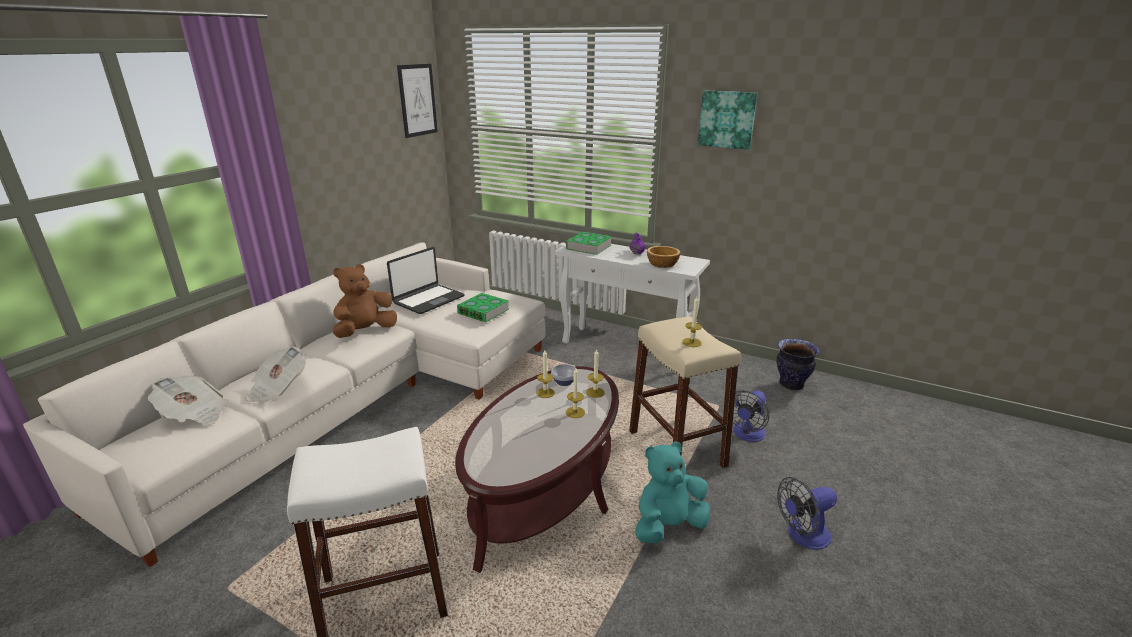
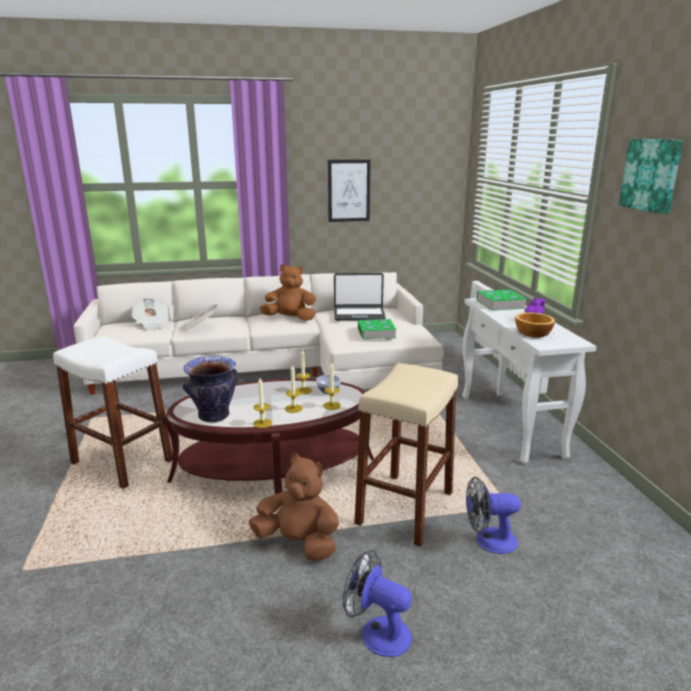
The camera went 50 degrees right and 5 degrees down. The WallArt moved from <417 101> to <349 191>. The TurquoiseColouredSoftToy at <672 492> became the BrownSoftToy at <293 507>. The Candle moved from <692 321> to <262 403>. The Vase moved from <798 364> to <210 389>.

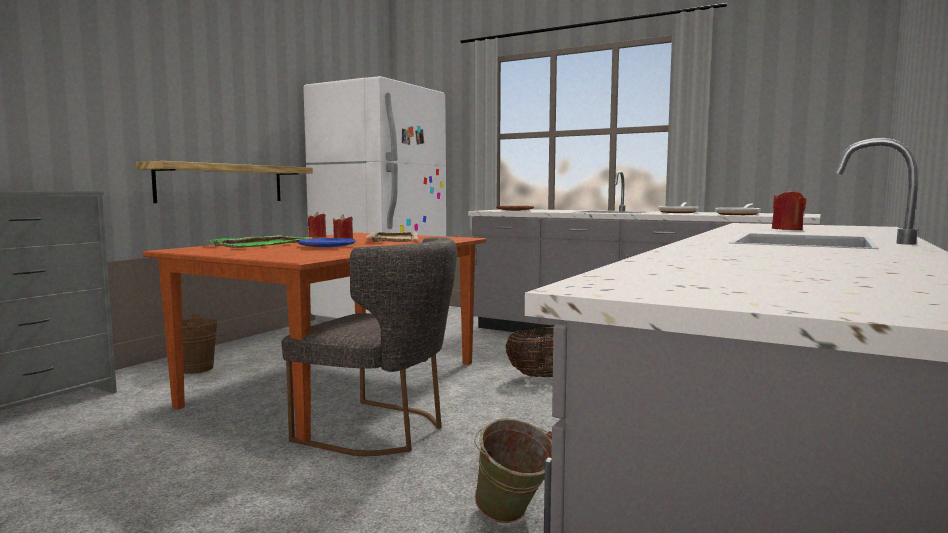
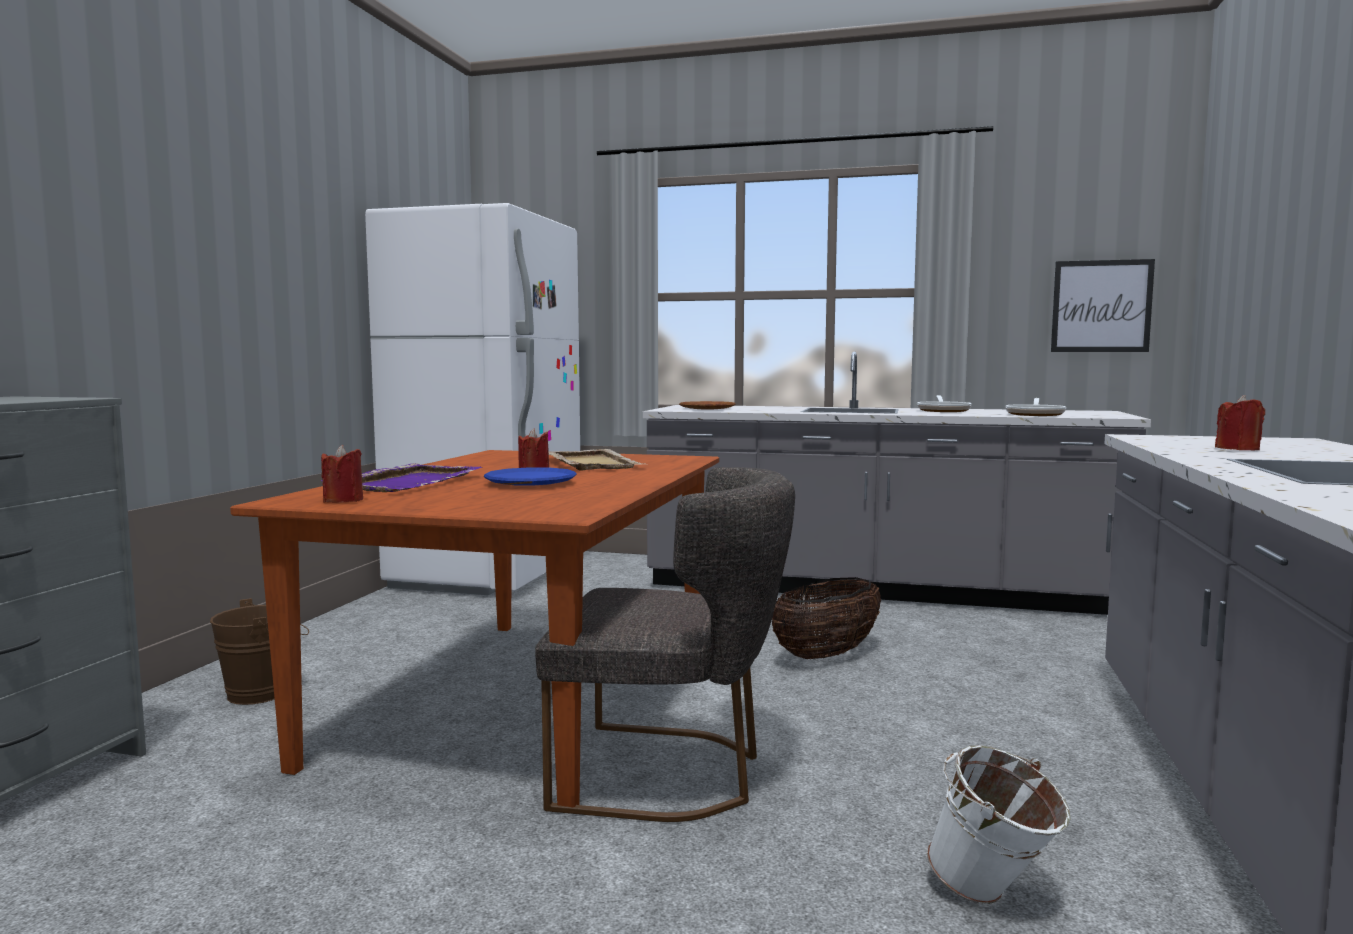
The camera went 15 degrees left and 0 degrees up. The WallShelf at <224 182> disappeared. The GreenServingTray at <259 241> became the PurplishServingTray at <401 477>. The ReddishCandle moved from <317 224> to <342 474>. The GreenBucket at <513 470> became the WhiteColouredBucket at <998 824>. The WallArt at <1103 305> appeared.

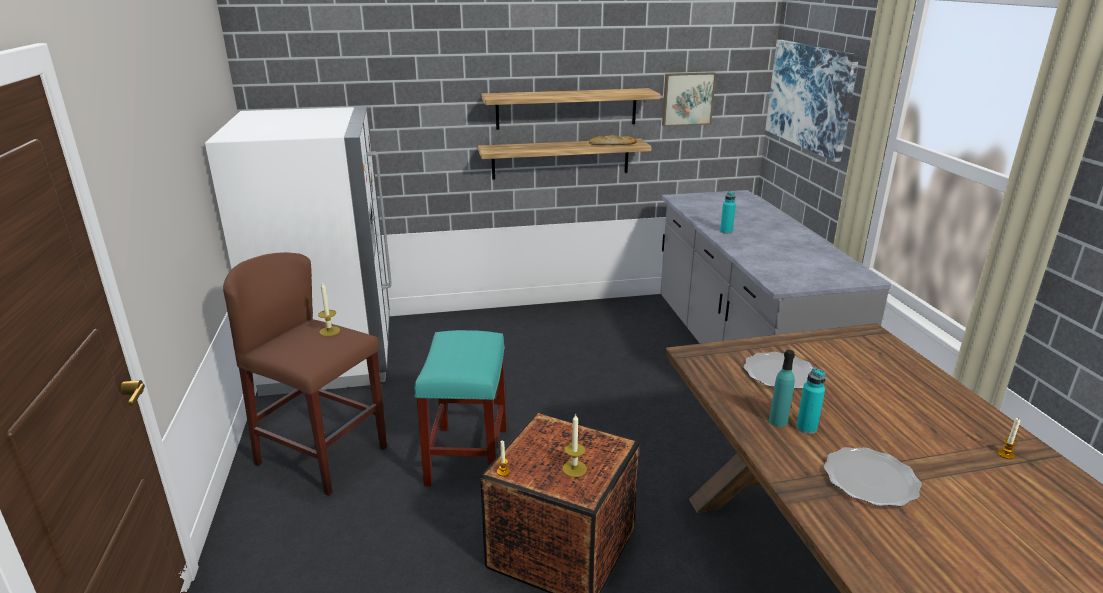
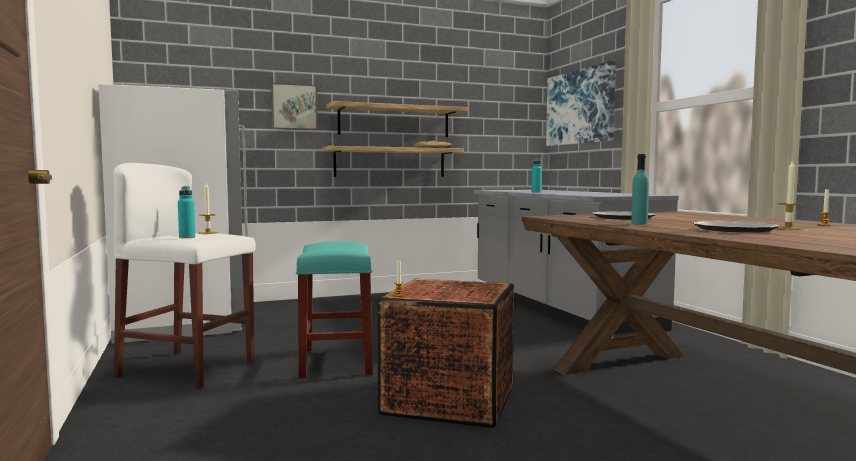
The camera went 10 degrees left and 20 degrees down. The BrownStoolSeat at <305 374> became the WhiteColouredStoolSeat at <185 276>. The Candle moved from <574 445> to <790 195>. The WallArt moved from <689 99> to <294 106>. The TurquoiseColouredDrinkBottle moved from <811 401> to <186 212>.

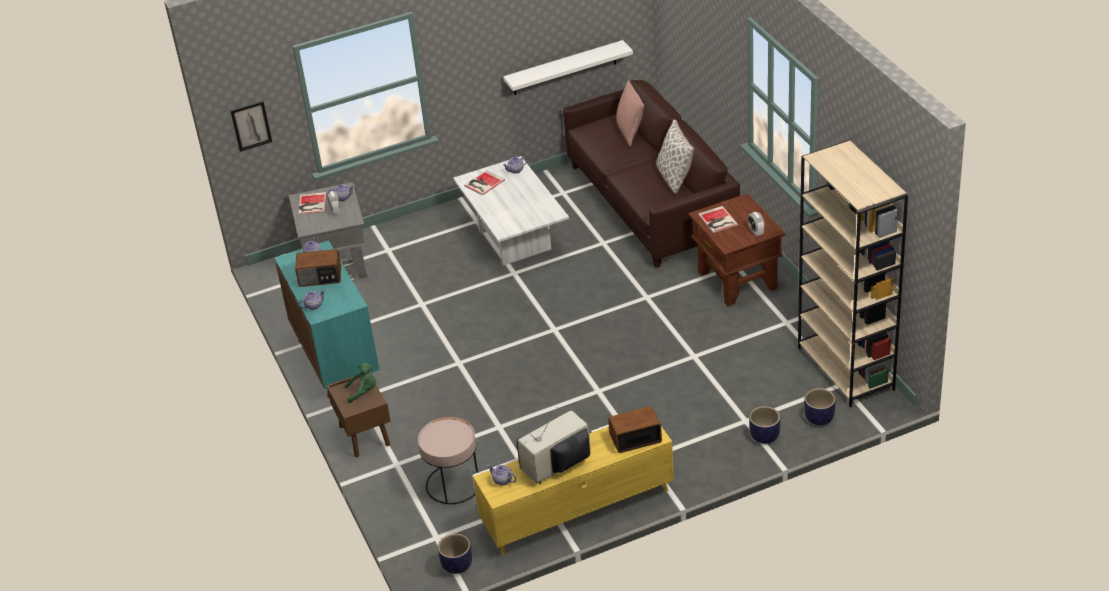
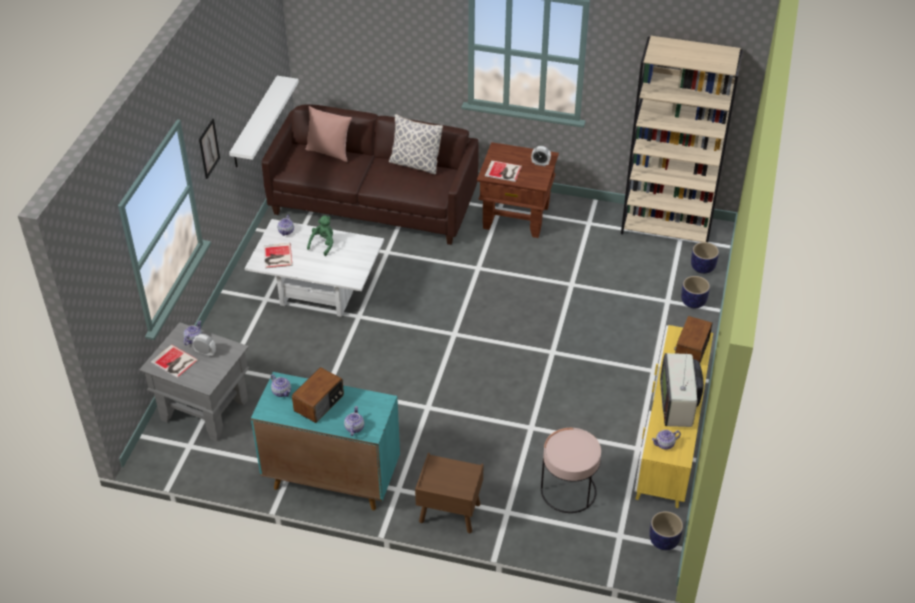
The camera went 55 degrees left and 5 degrees up. The WallArt moved from <251 126> to <209 149>. The GreenSoftToy moved from <360 383> to <320 236>.

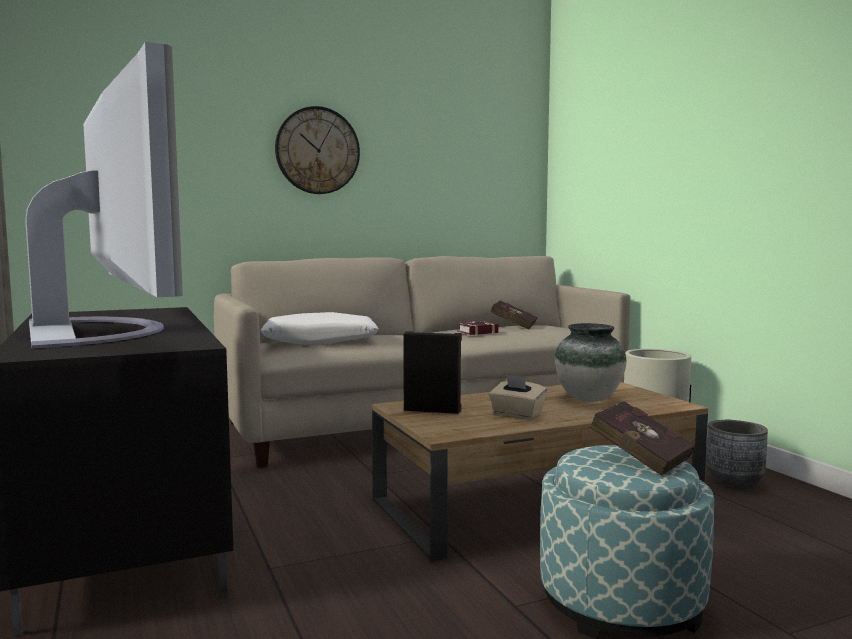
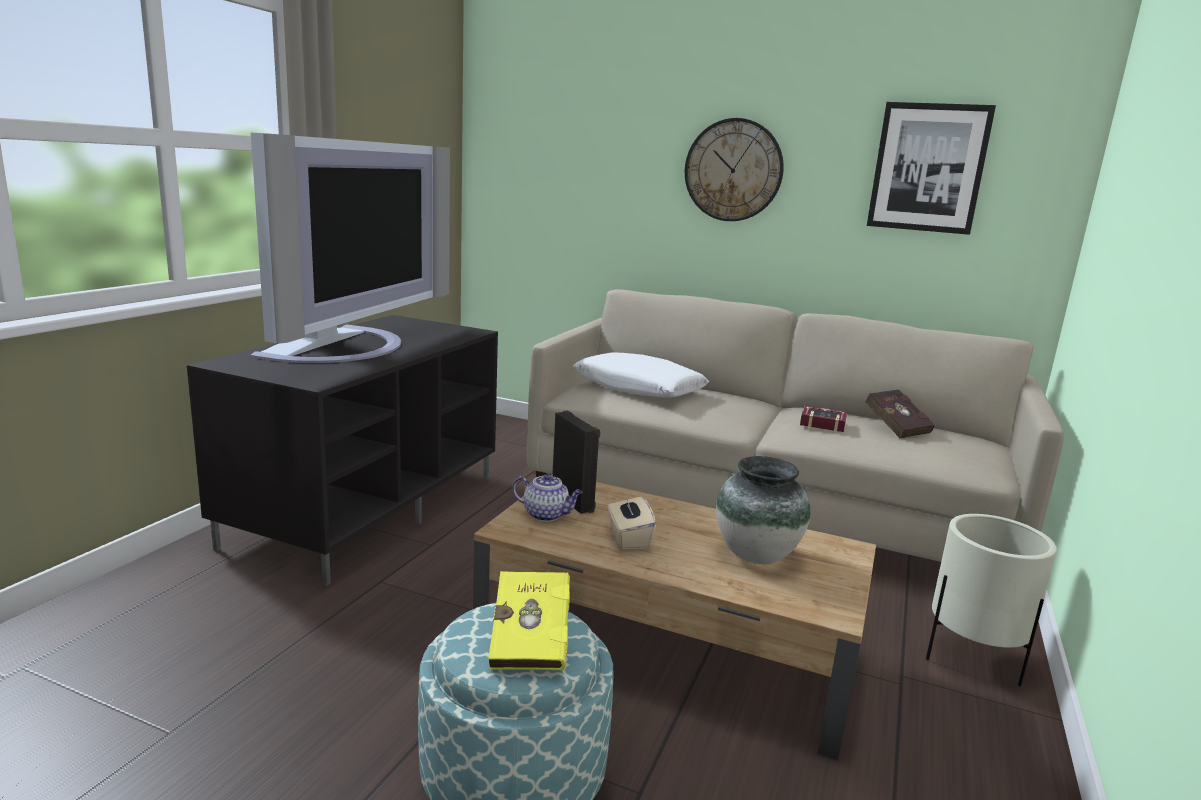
The camera went 45 degrees right and 10 degrees up. The ReddishBoundBook at <642 438> became the YellowishBoundBook at <529 619>. The GrayFlowerPot at <737 454> disappeared. The TeaPot at <547 498> appeared. The WallArt at <931 168> appeared.

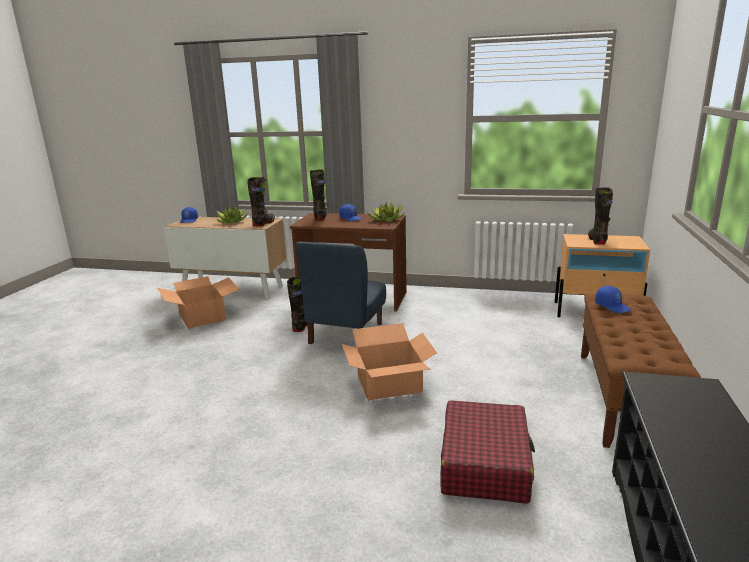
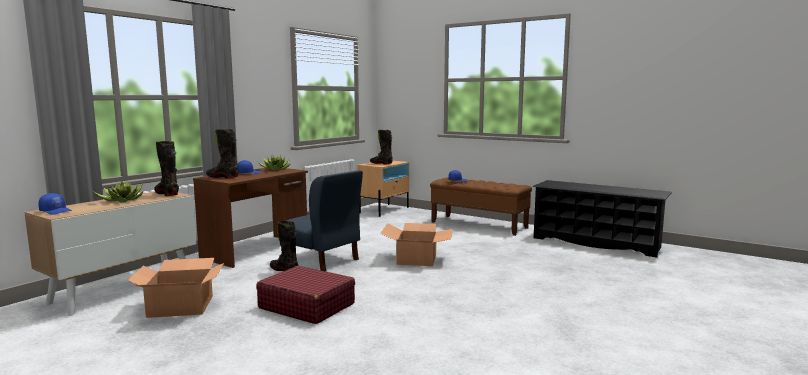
The camera went 70 degrees left and 10 degrees down. The ReddishPieceOfLuggage moved from <488 452> to <305 295>.

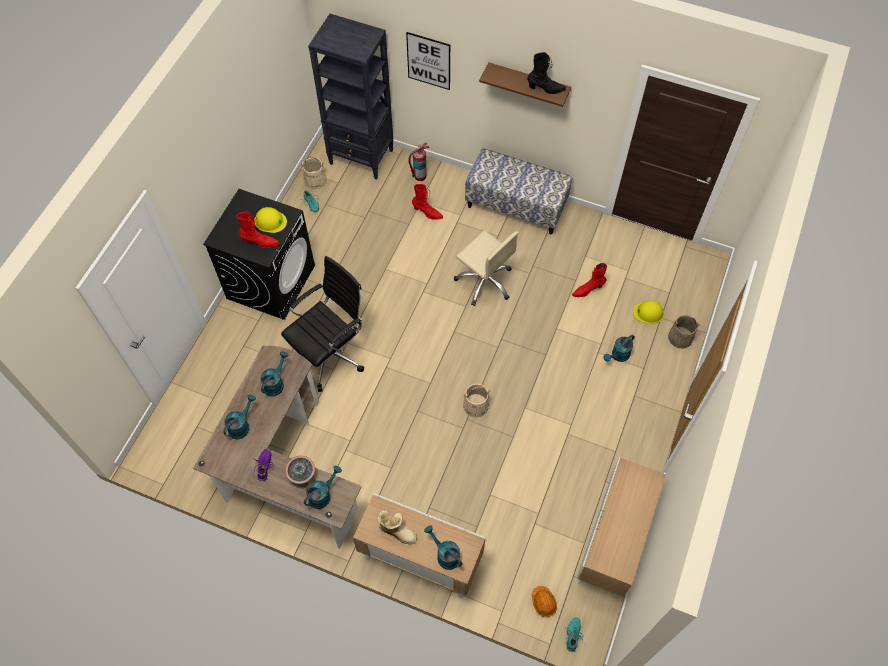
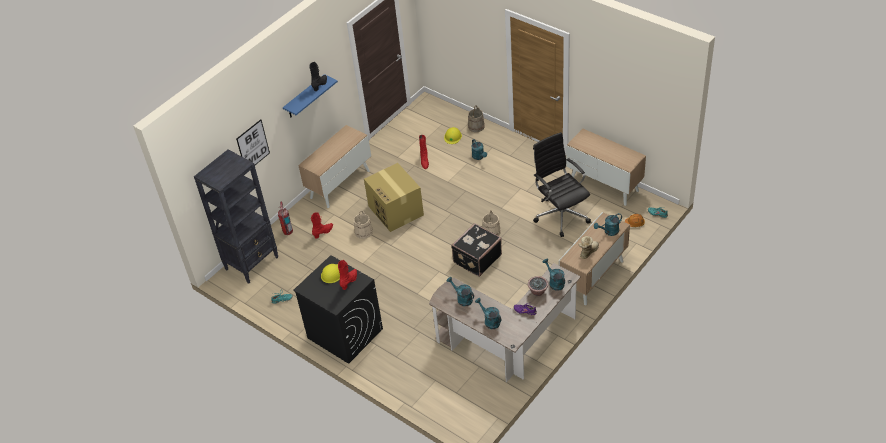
The camera went 70 degrees left and 15 degrees down. The BlackishOfficeChair moved from <322 324> to <562 184>. The SandColouredBucket moved from <313 172> to <363 224>. The SandColouredOfficeChair at <486 268> was replaced by the CardboardBox at <394 197>. The IndoorBench at <518 191> was replaced by the Cupboard at <334 166>. The BrownWallShelf at <525 84> became the BlueWallShelf at <310 96>. The BlackishPieceOfLuggage at <476 250> appeared.

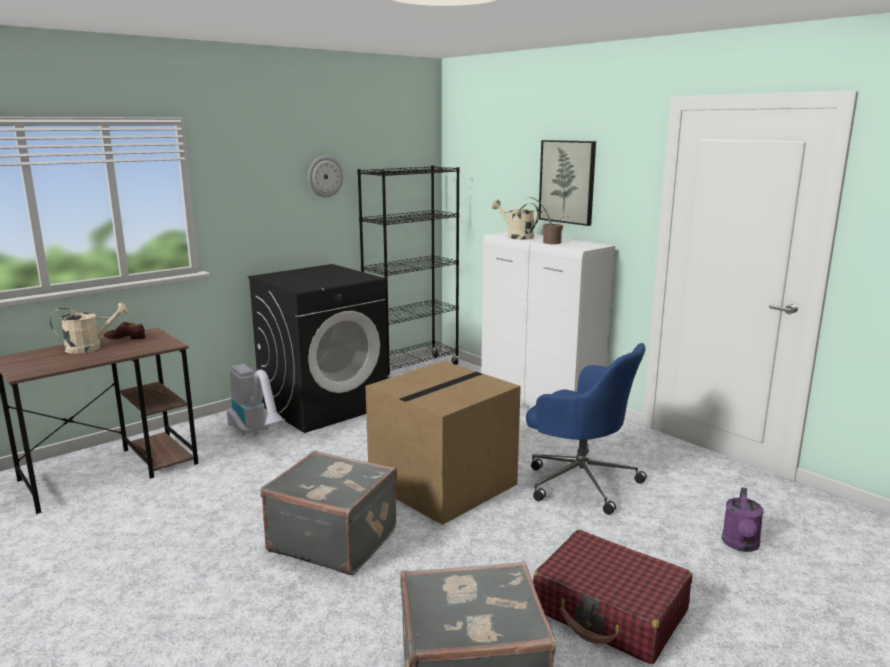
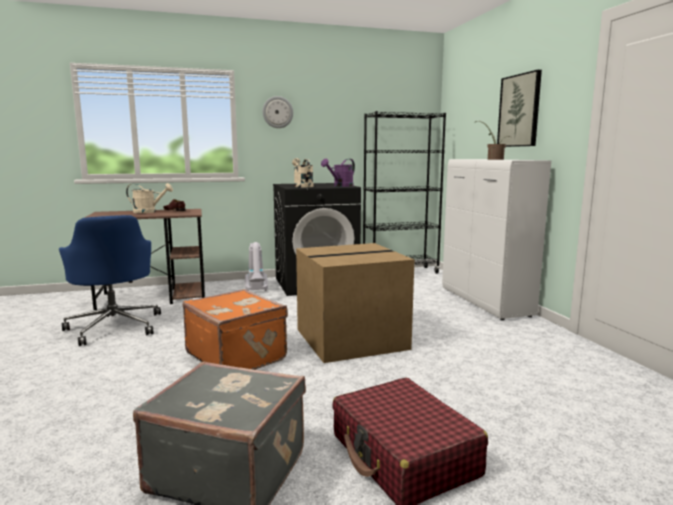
The camera went 25 degrees right and 5 degrees down. The GrayPieceOfLuggage at <329 513> became the OrangeyPieceOfLuggage at <235 329>. The WallClock moved from <326 177> to <277 112>. The SandColouredWateringCan moved from <515 220> to <303 172>. The BlueOfficeChair moved from <586 429> to <110 280>. The PurplishWateringCan moved from <743 520> to <338 172>.

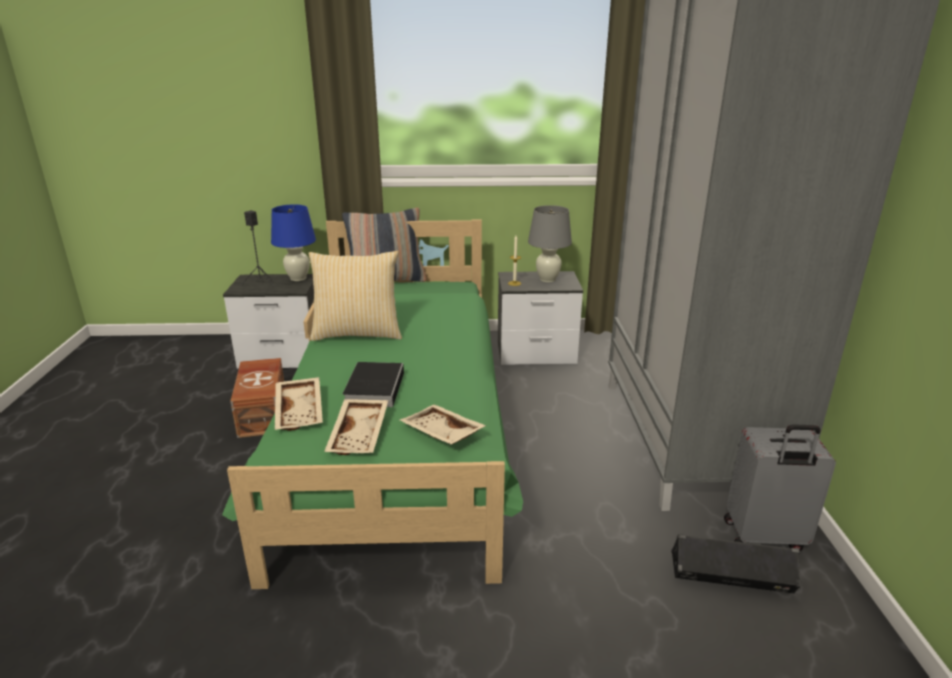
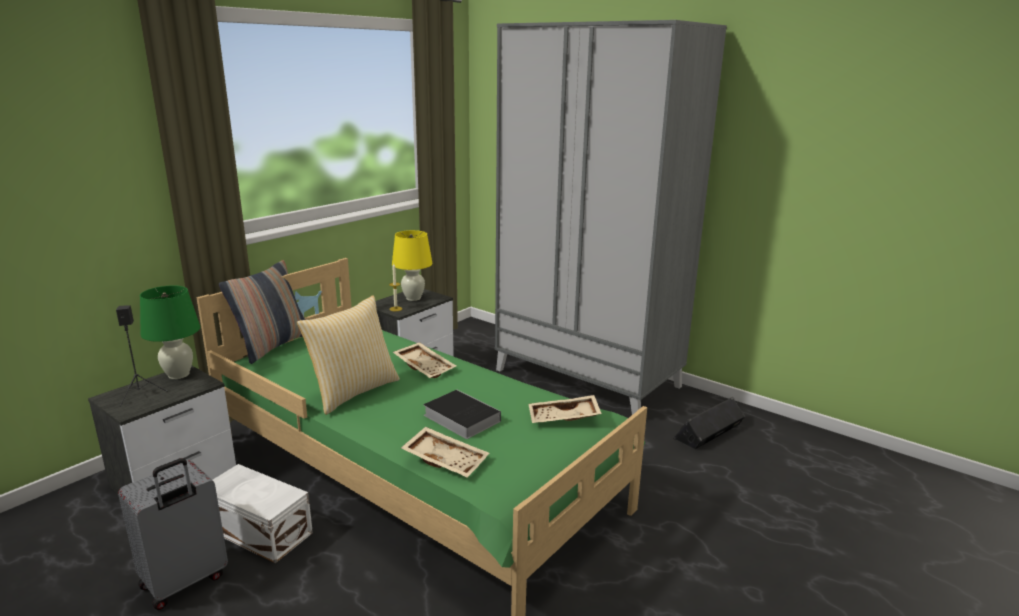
The camera went 50 degrees left and 5 degrees down. The BrownStorageBin at <257 398> became the WhiteColouredStorageBin at <262 513>. The BlueTabletopLamp at <293 242> became the GreenTabletopLamp at <170 332>. The SandColouredServingTray moved from <356 427> to <424 360>. The GrayTabletopLamp at <550 243> became the YellowishTabletopLamp at <412 265>. The GrayPieceOfLuggage moved from <780 487> to <173 534>.

